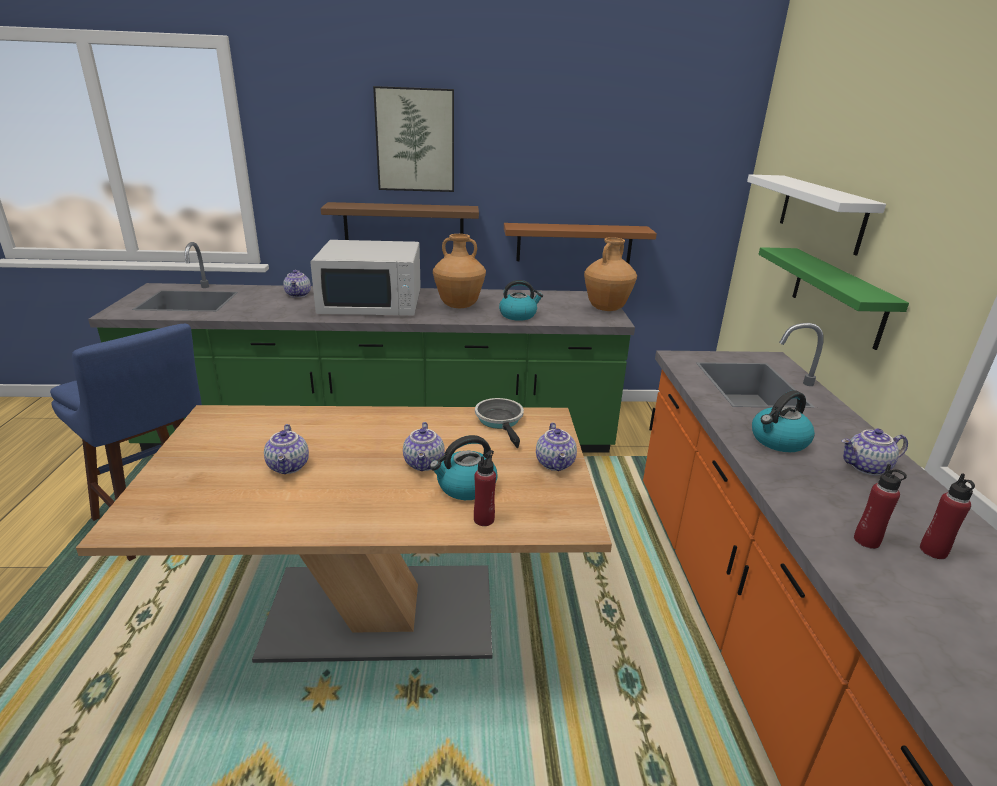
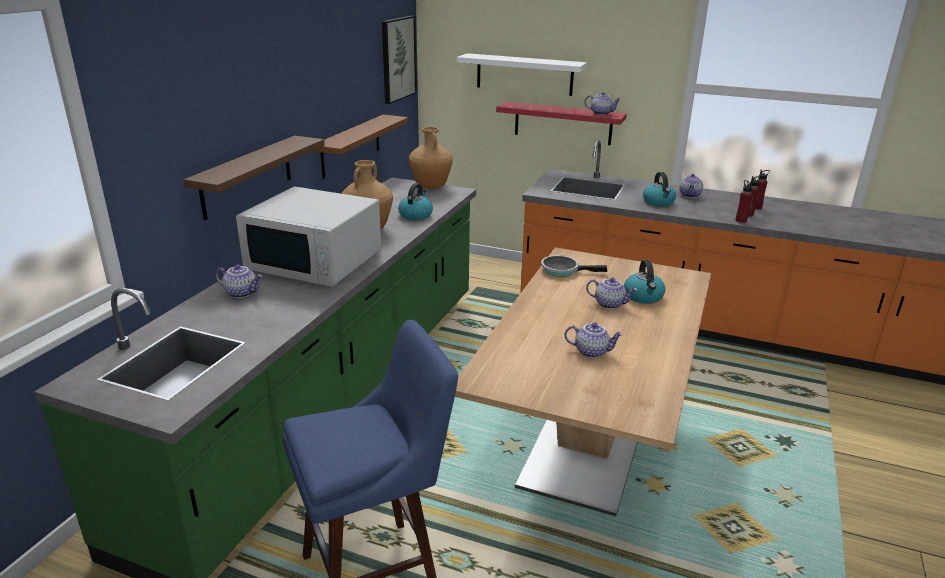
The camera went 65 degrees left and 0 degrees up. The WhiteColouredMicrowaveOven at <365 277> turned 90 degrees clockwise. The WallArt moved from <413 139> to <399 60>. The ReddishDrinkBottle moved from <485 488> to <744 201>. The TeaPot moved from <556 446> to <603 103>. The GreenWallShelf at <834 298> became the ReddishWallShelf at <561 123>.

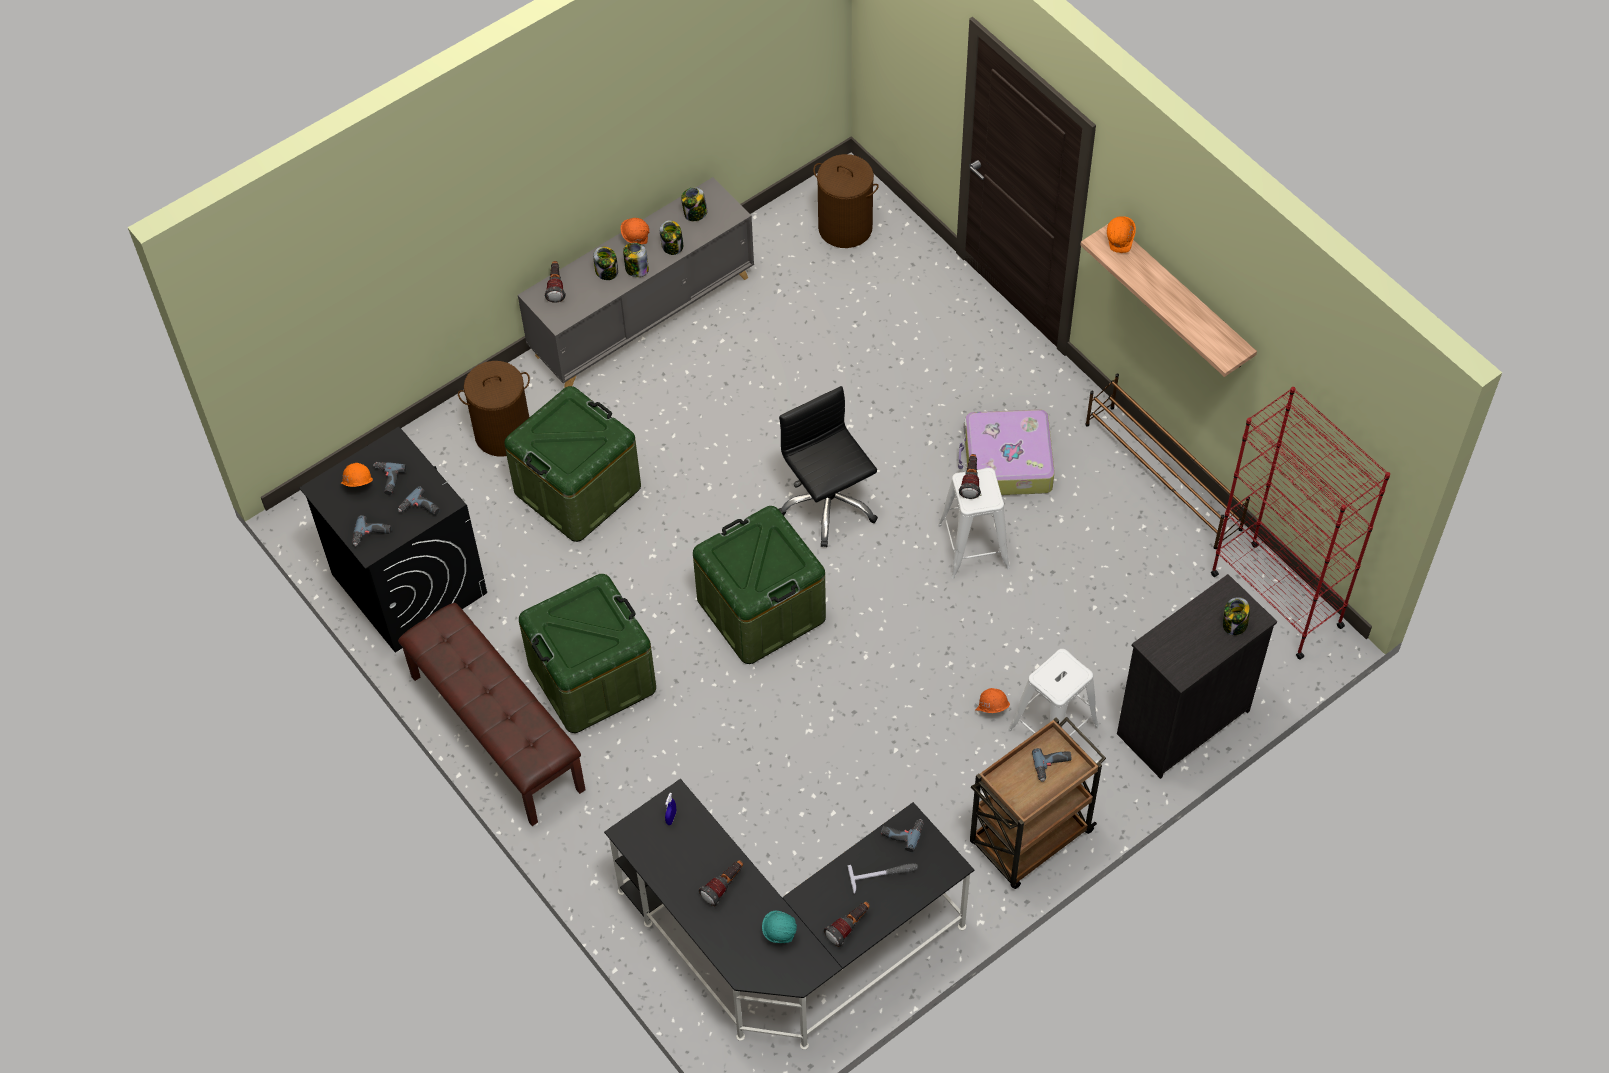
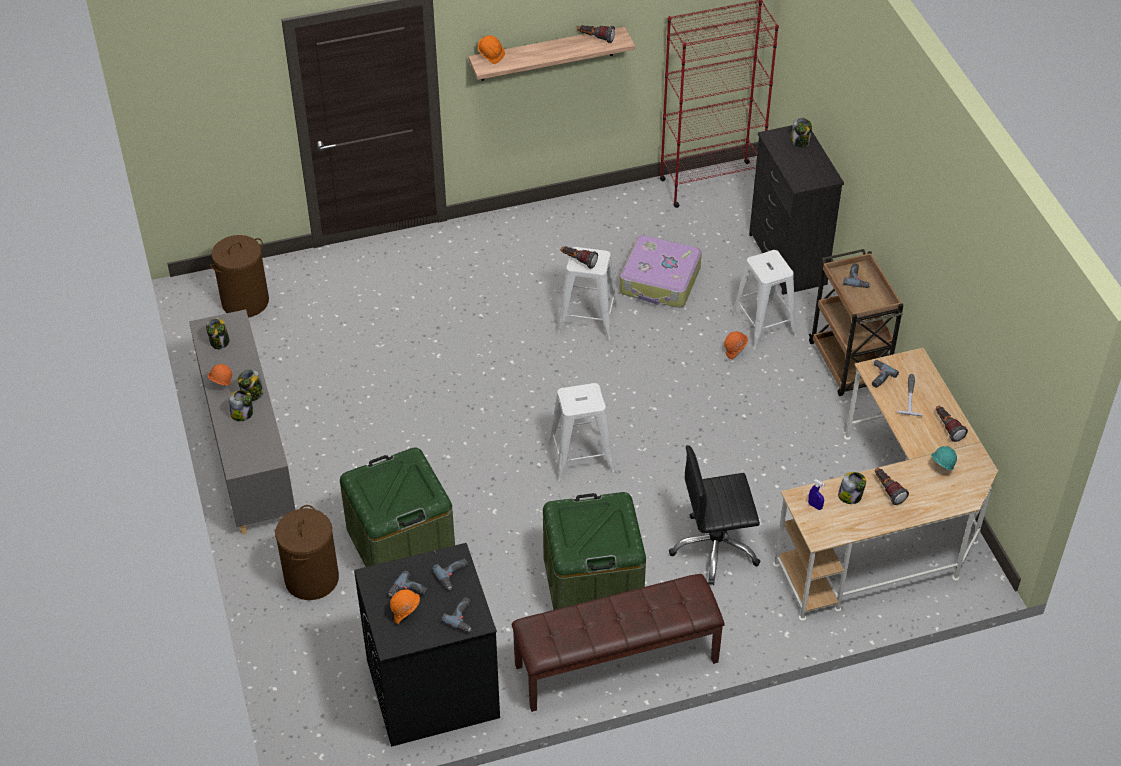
The camera went 70 degrees left and 10 degrees down. The Torch moved from <555 282> to <596 34>. The BlackishDesk at <789 914> became the SandColouredDesk at <885 484>. The PreserveJar moved from <671 237> to <852 488>. The GreenStorageBin at <759 585> was replaced by the WhiteColouredStoolSeat at <581 432>. The BlackishOfficeChair moved from <828 466> to <715 515>. The PieceOfLuggage moved from <1006 452> to <661 271>. The BrownShoeStand at <1167 461> disappeared.

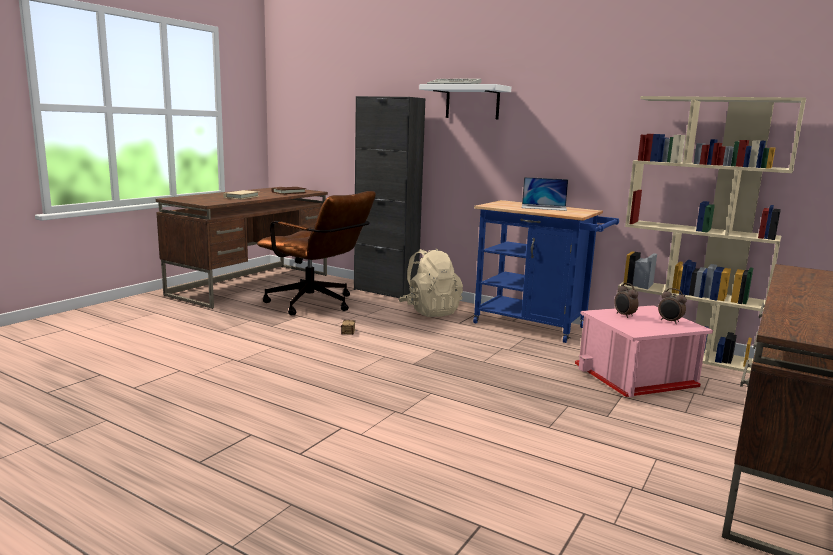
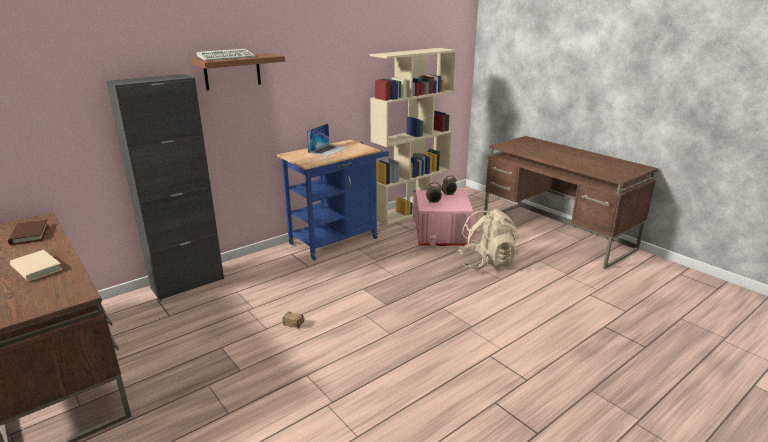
The camera went 70 degrees left and 10 degrees up. The BrownOfficeChair at <316 253> disappeared. The SandColouredRucksack moved from <430 283> to <488 239>. The WhiteColouredWallShelf at <465 101> became the BrownWallShelf at <237 71>.

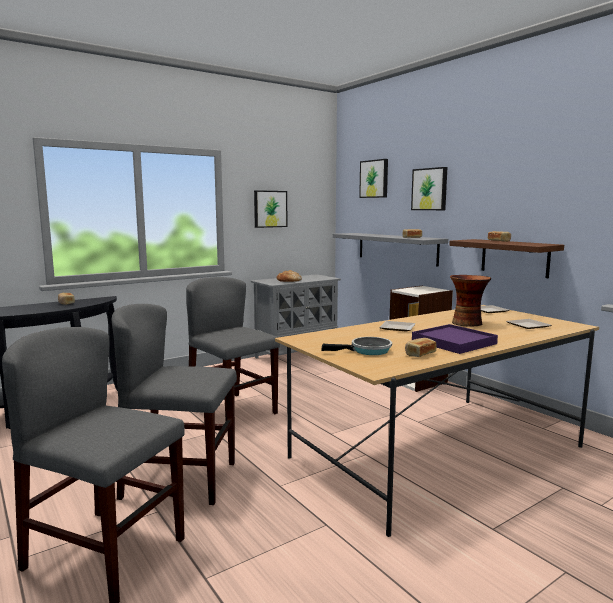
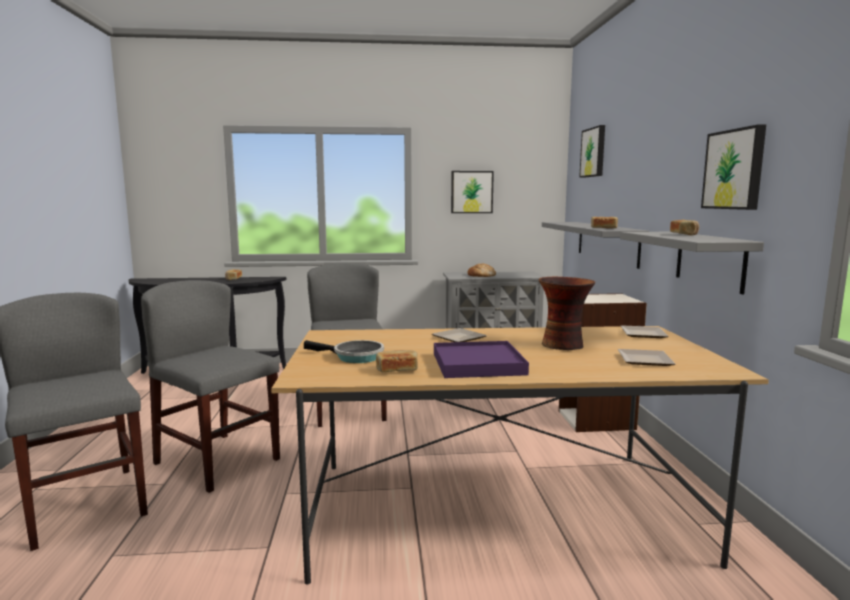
The camera went 30 degrees right and 0 degrees up. The WallArt moved from <429 188> to <733 167>. The BrownWallShelf at <506 258> became the GrayWallShelf at <692 263>.

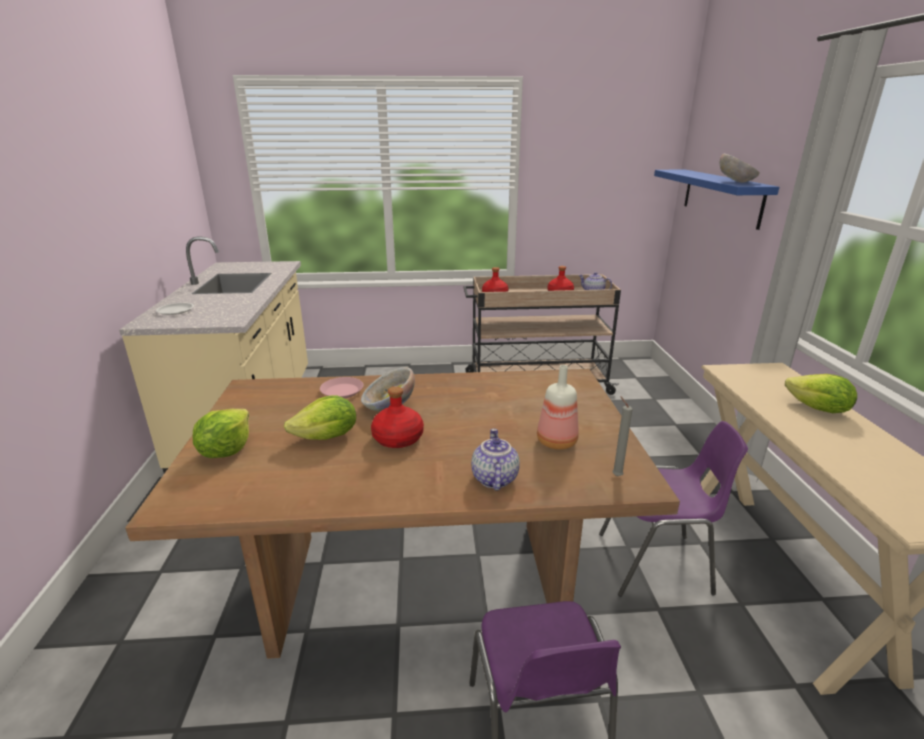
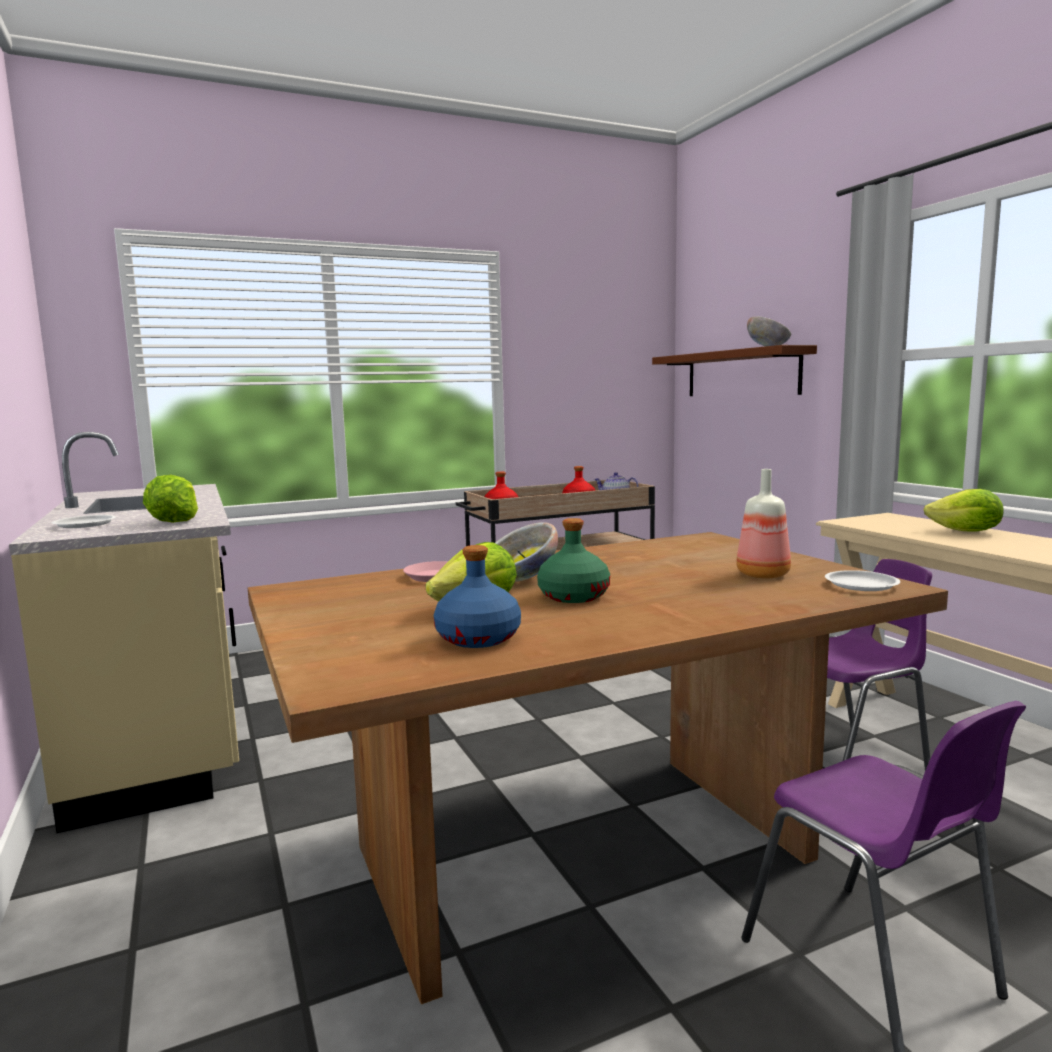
The camera went 20 degrees left and 15 degrees down. The Lettuce moved from <221 433> to <170 499>. The ReddishDrinkBottle at <397 417> became the GreenDrinkBottle at <573 560>. The TeaPot at <495 460> disappeared. The GrayCandle at <622 436> was replaced by the WhiteColouredFlatDish at <862 580>. The BlueWallShelf at <716 200> became the BrownWallShelf at <734 370>. The BlueDrinkBottle at <477 596> appeared.

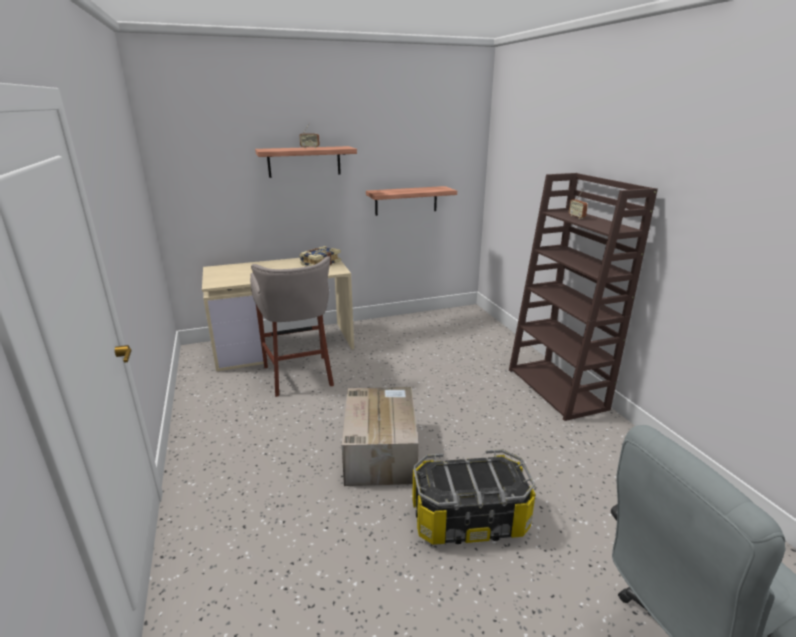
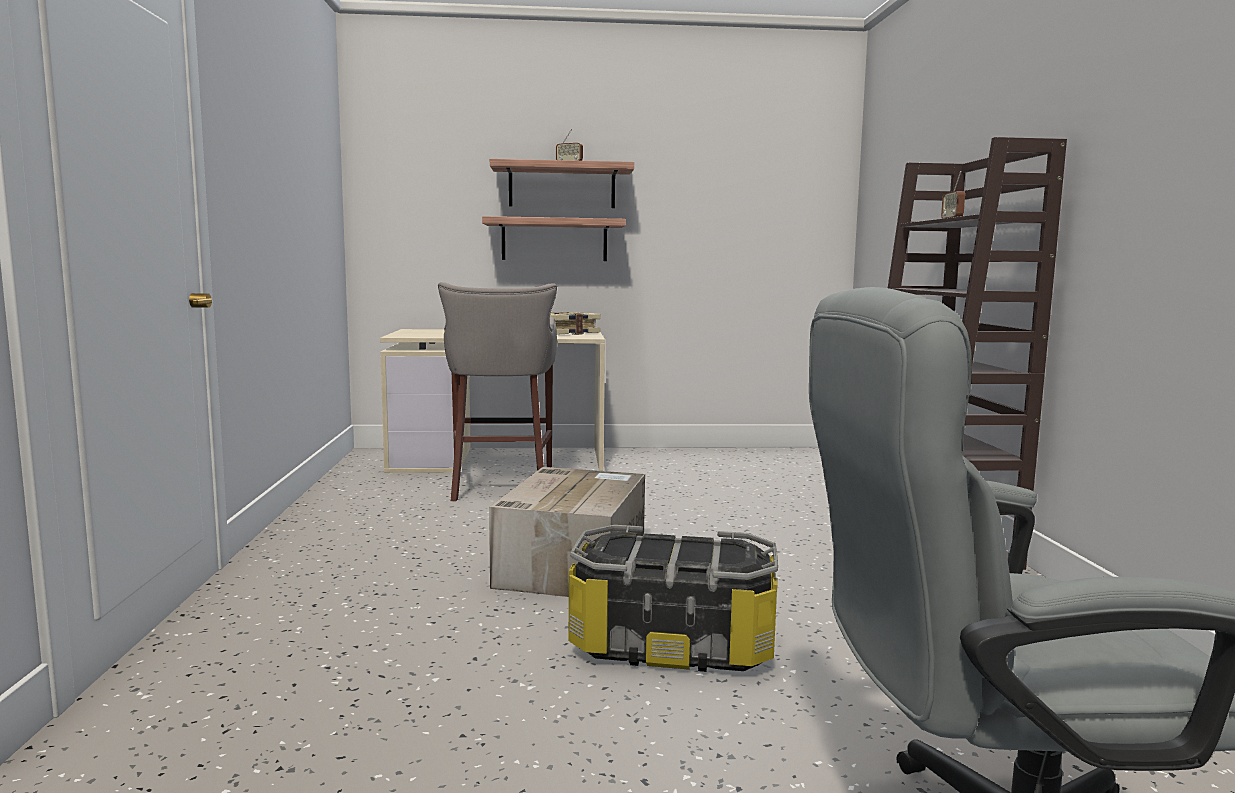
The camera went 15 degrees right and 15 degrees down. The WallShelf moved from <411 201> to <554 238>.

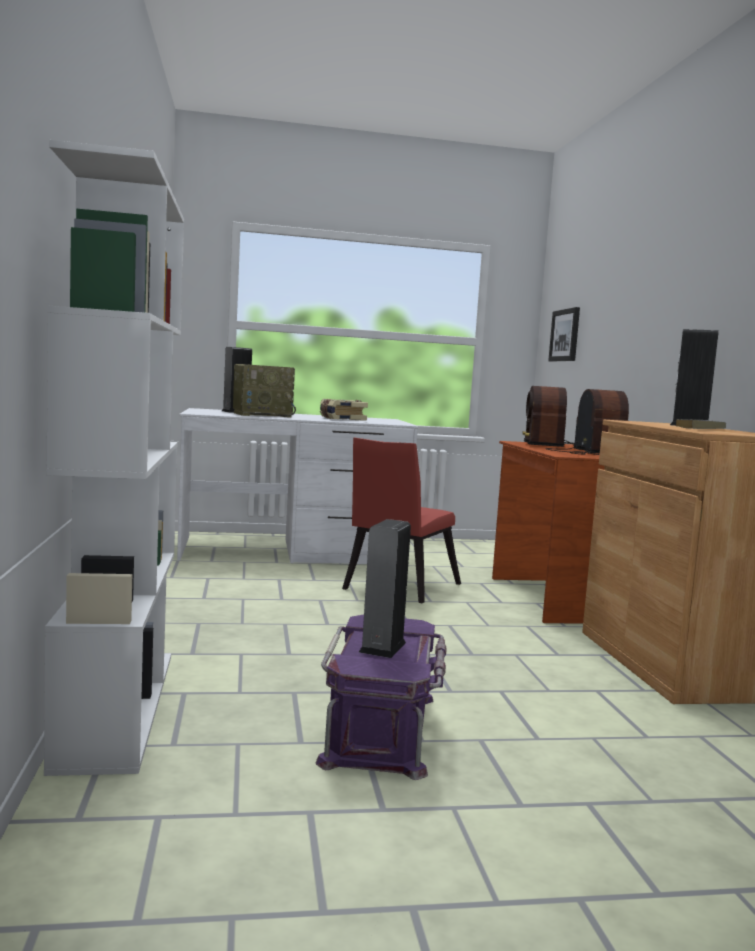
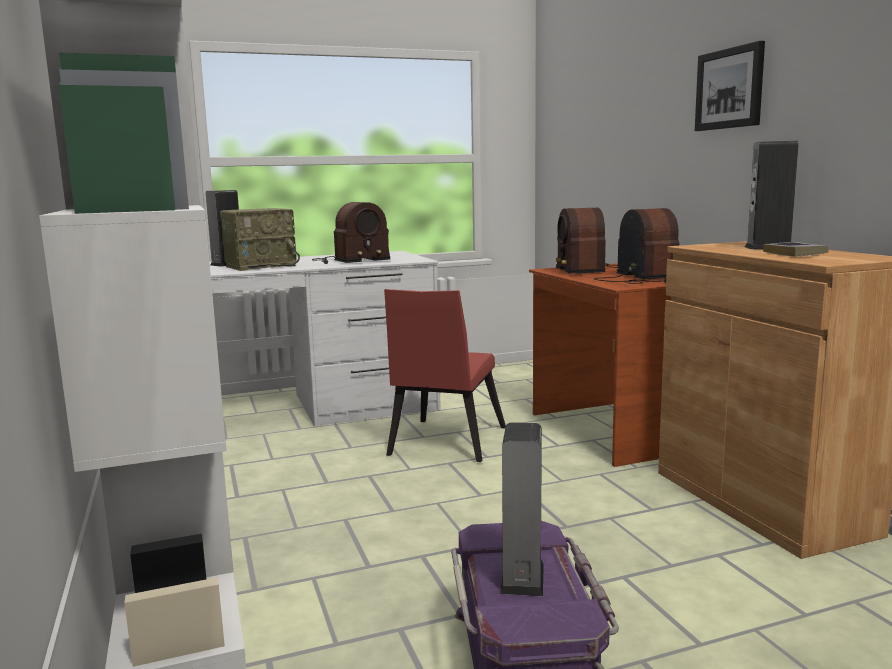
The camera went 10 degrees left and 5 degrees up. The BoundBook at <344 410> was replaced by the RadioSet at <351 233>. The WallArt moved from <564 334> to <730 86>.

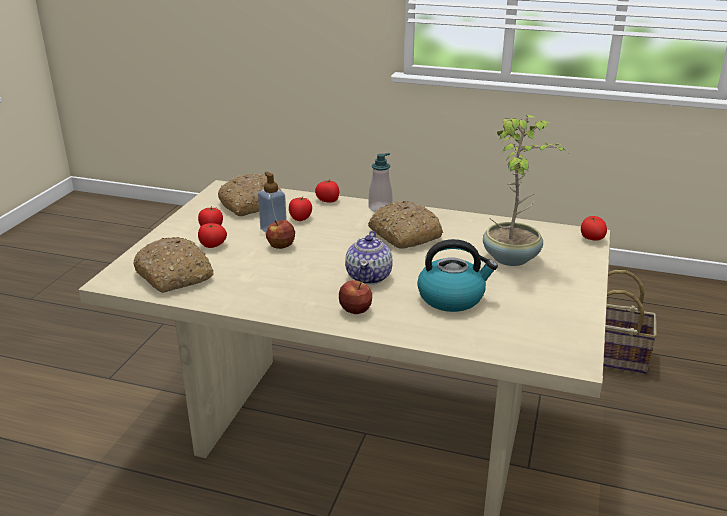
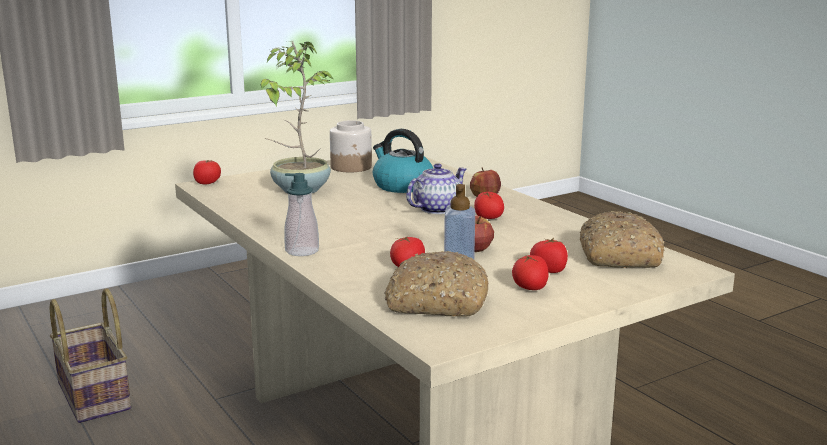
The camera went 140 degrees left and 10 degrees down. The FreshTomato moved from <327 191> to <489 205>. The Bread at <405 225> disappeared. The PreserveJar at <351 146> appeared.

